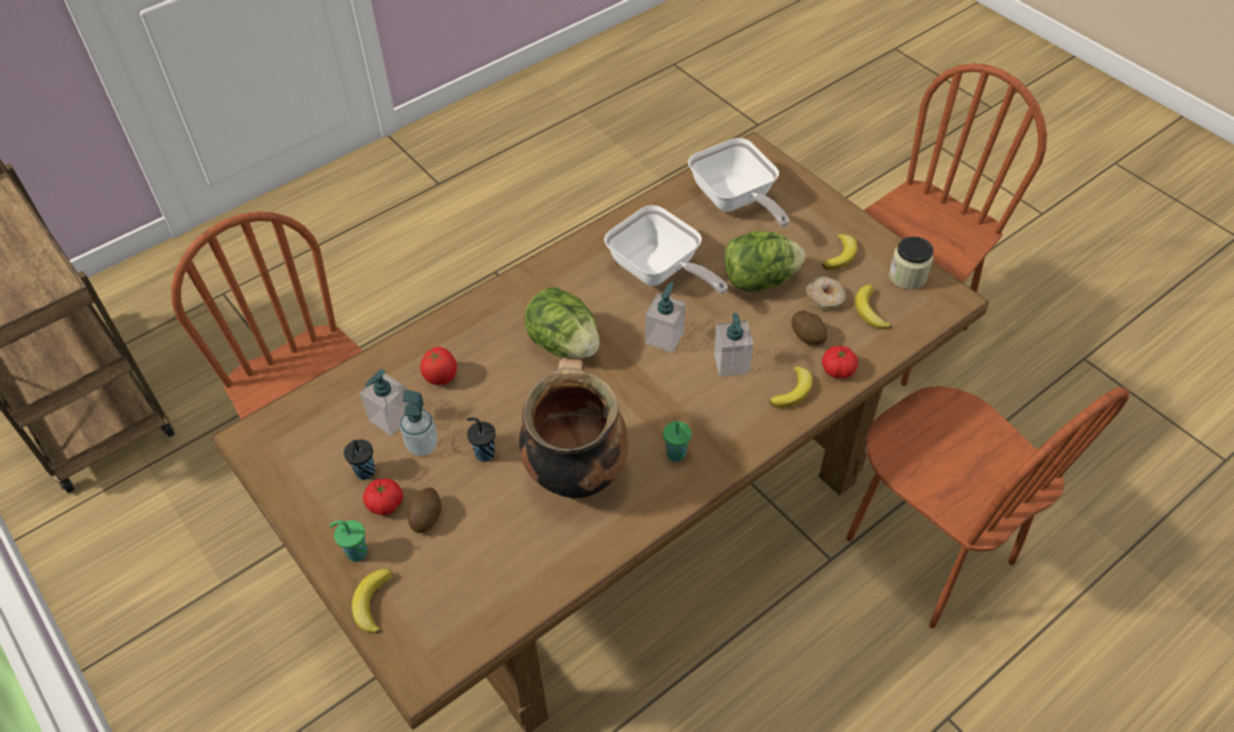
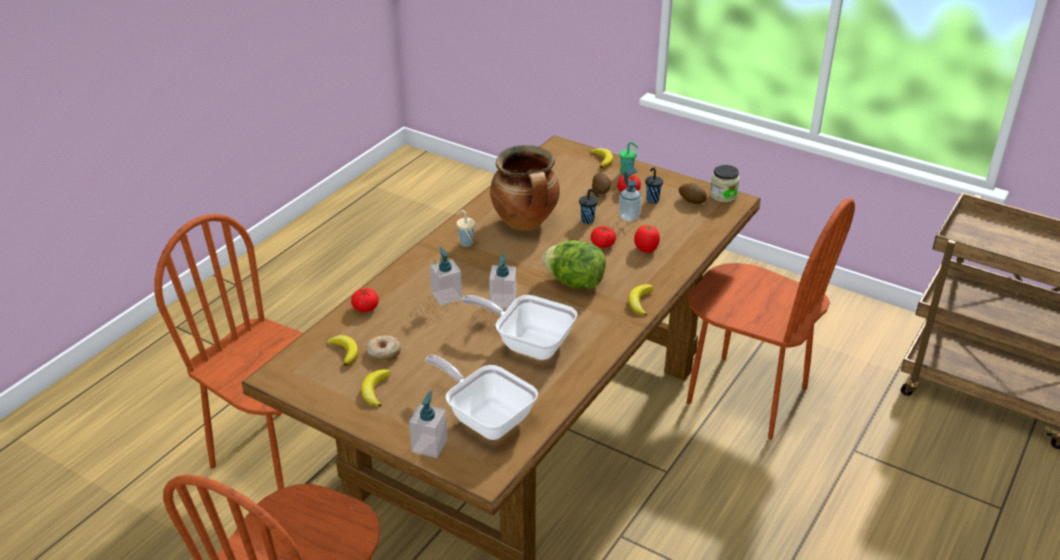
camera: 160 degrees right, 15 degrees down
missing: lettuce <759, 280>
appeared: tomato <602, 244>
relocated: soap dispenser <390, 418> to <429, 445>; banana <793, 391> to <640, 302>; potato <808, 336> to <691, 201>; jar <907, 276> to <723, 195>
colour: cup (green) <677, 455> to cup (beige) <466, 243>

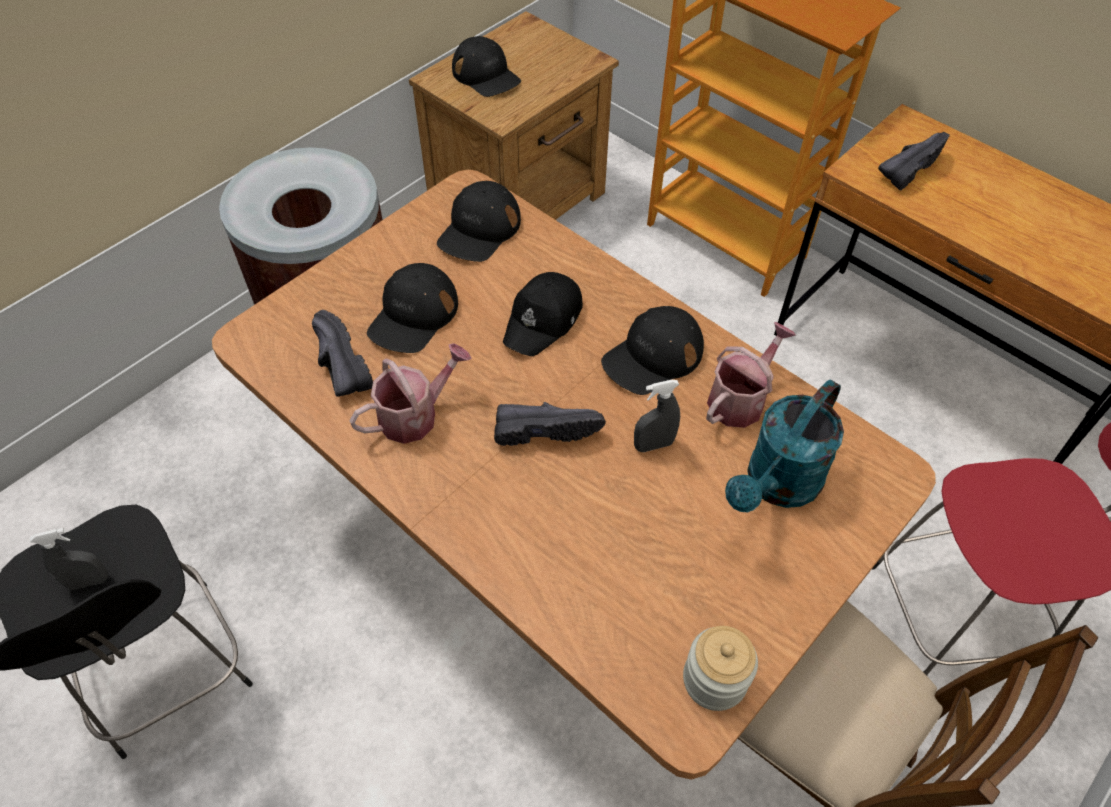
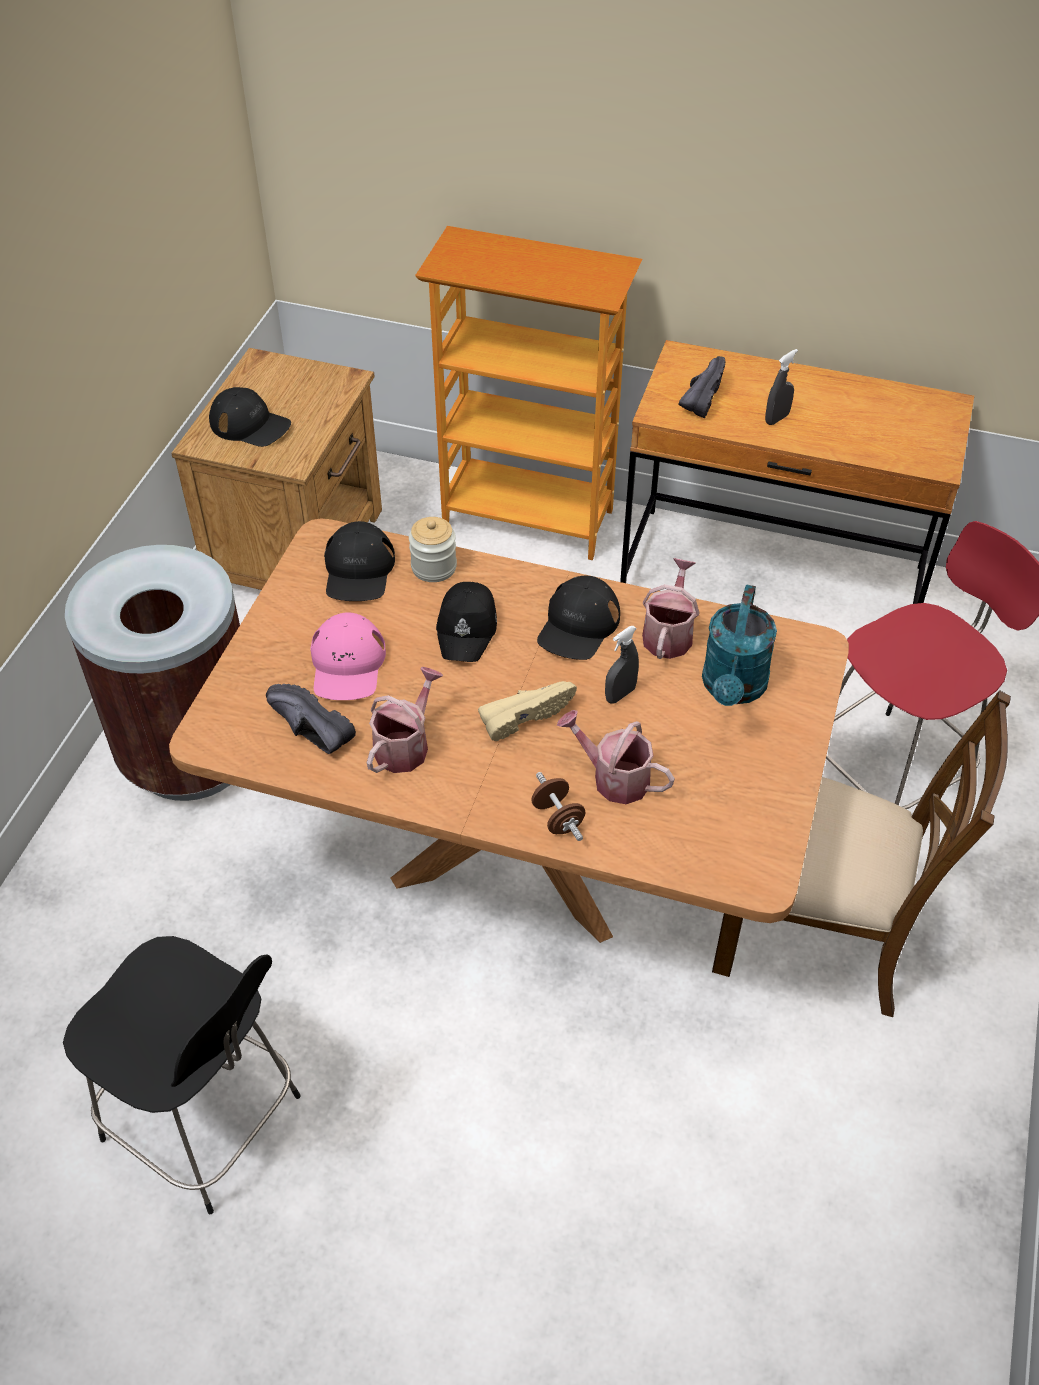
camera: 25 degrees left, 5 degrees down
appeared: dumbbell (brown) <557, 818>; watering can <614, 778>
relocated: jar <714, 680> to <434, 567>; spray bottle (grey) <89, 581> to <776, 419>
colour: cap (black) <413, 315> to cap (pink) <347, 665>; shoe (black) <546, 428> to shoe (beige) <524, 714>

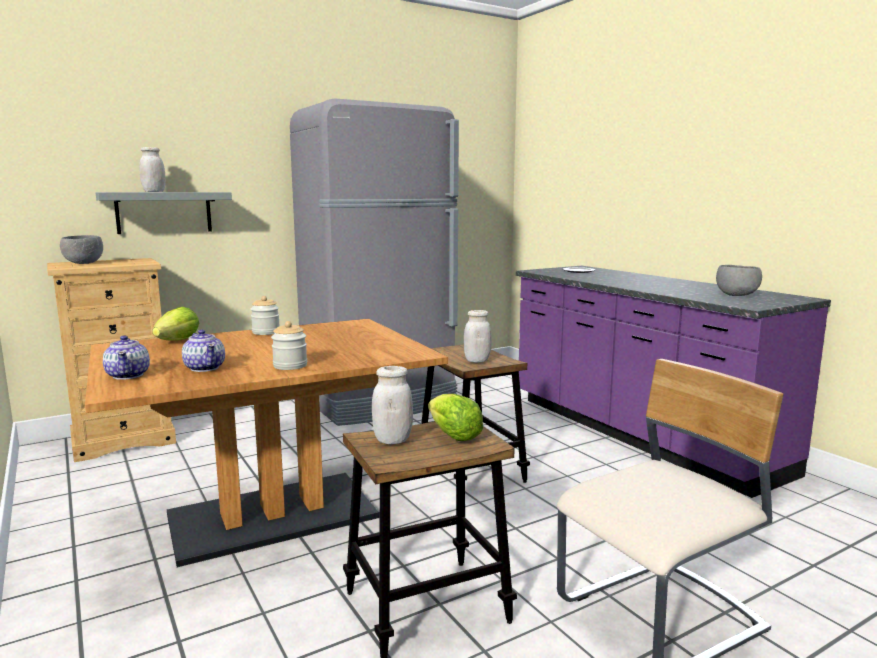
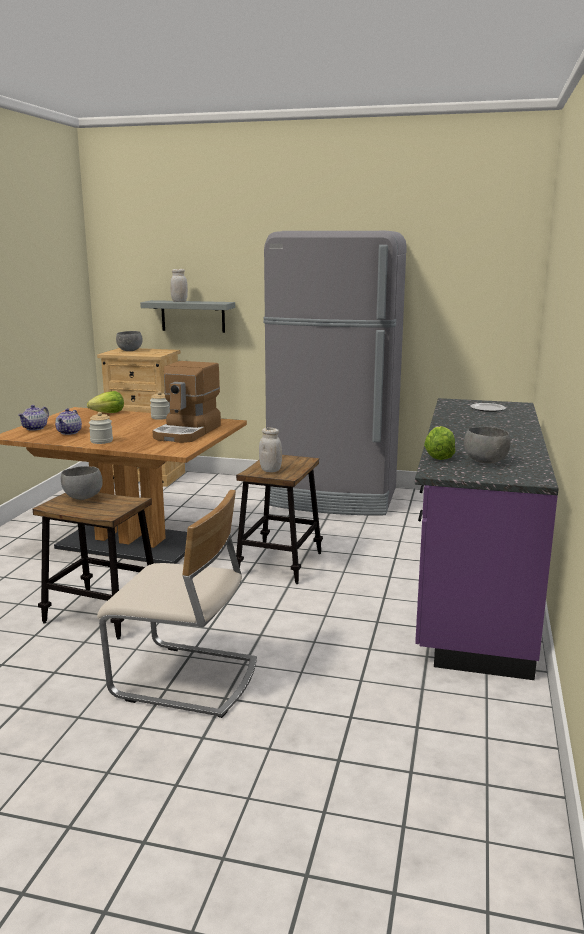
camera: 45 degrees right, 5 degrees up
appeared: coffee machine <188, 432>
relocated: lettuce <453, 436> to <439, 456>
exchanged: jar (white) <392, 440> to bowl (grey) <82, 498>

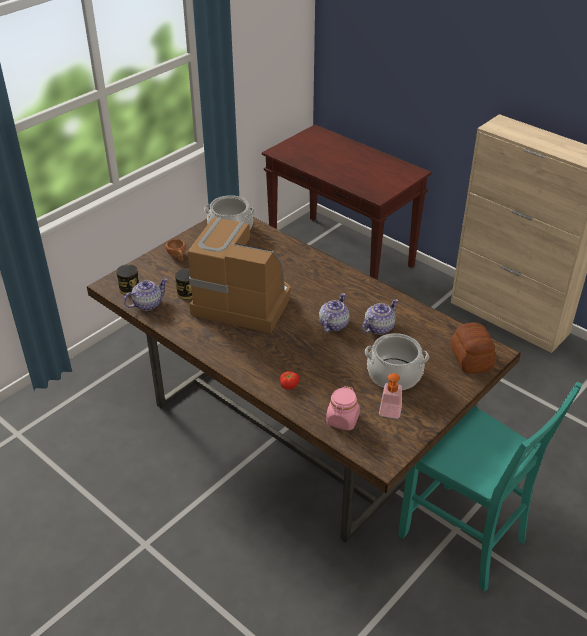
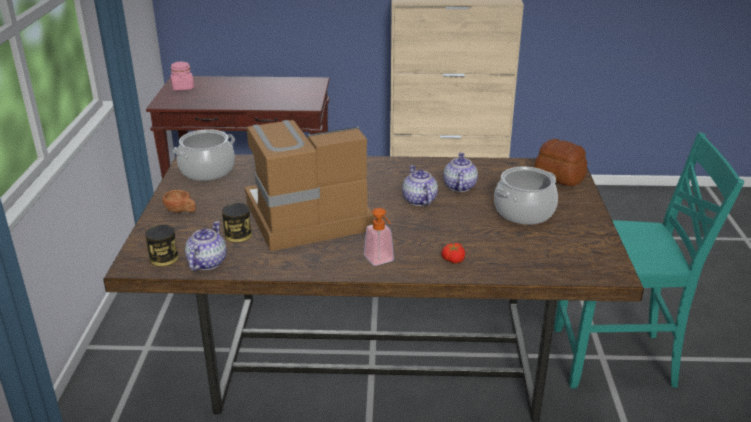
camera: 40 degrees left, 10 degrees down
relocated: jar (pink) <342, 420> to <183, 88>; soap dispenser <389, 414> to <381, 261>

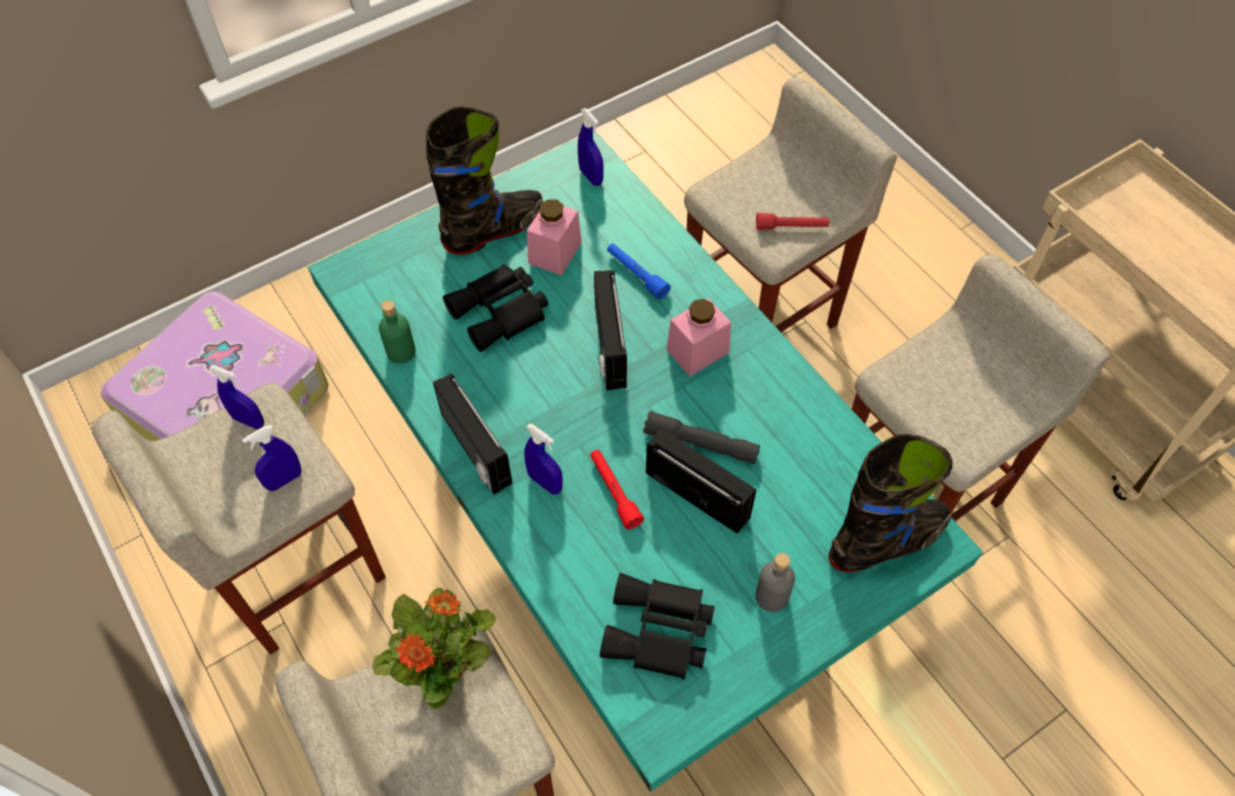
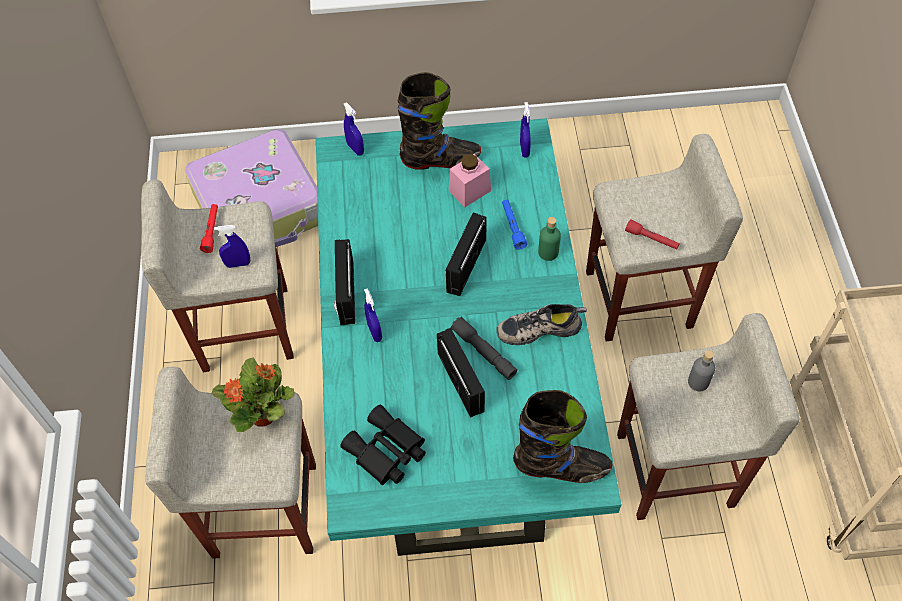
camera: 30 degrees right, 0 degrees up
missing: binoculars (black) <501, 313>; jar (pink) <697, 351>
appeared: shoe <539, 328>
relocated: flashlight (red) <614, 492> to <211, 231>; spray bottle (blue) <249, 421> to <355, 149>; bottle (green) <401, 352> to <548, 252>; bottle (grey) <771, 596> to <698, 382>

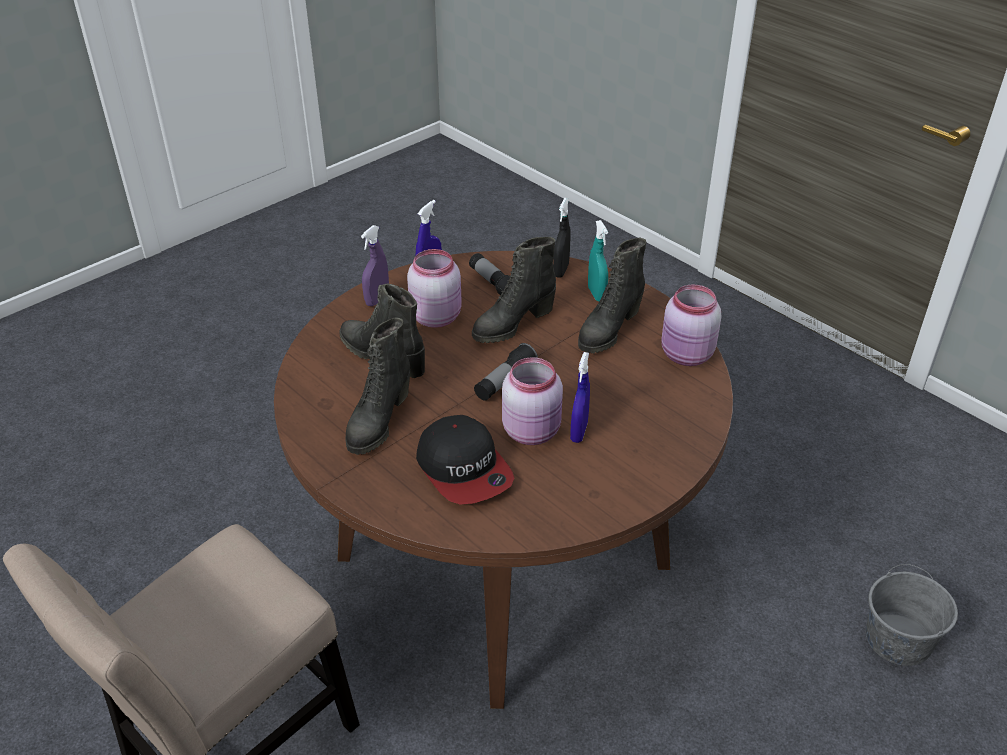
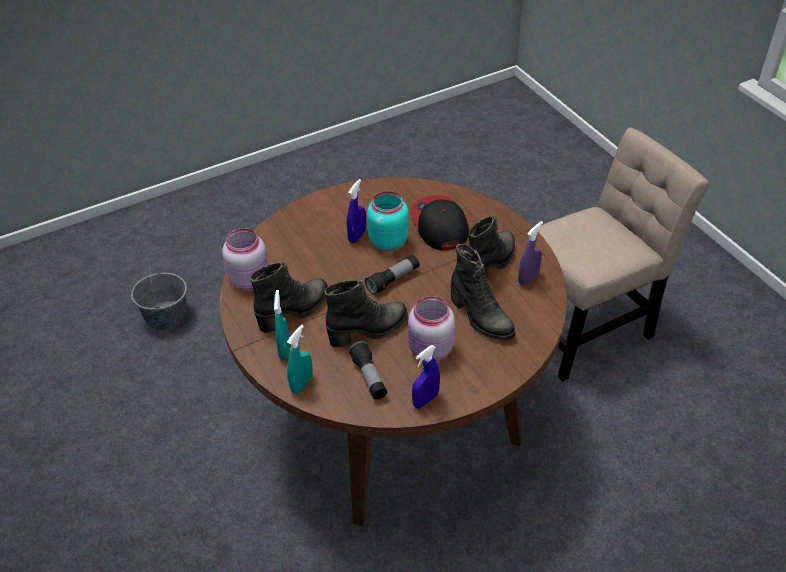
camera: 165 degrees left, 5 degrees up
relocated: spray bottle (purple) <377, 299> to <528, 278>
colour: spray bottle (black) <561, 270> to spray bottle (turquoise) <301, 384>; jar (pink) <533, 431> to jar (turquoise) <387, 241>

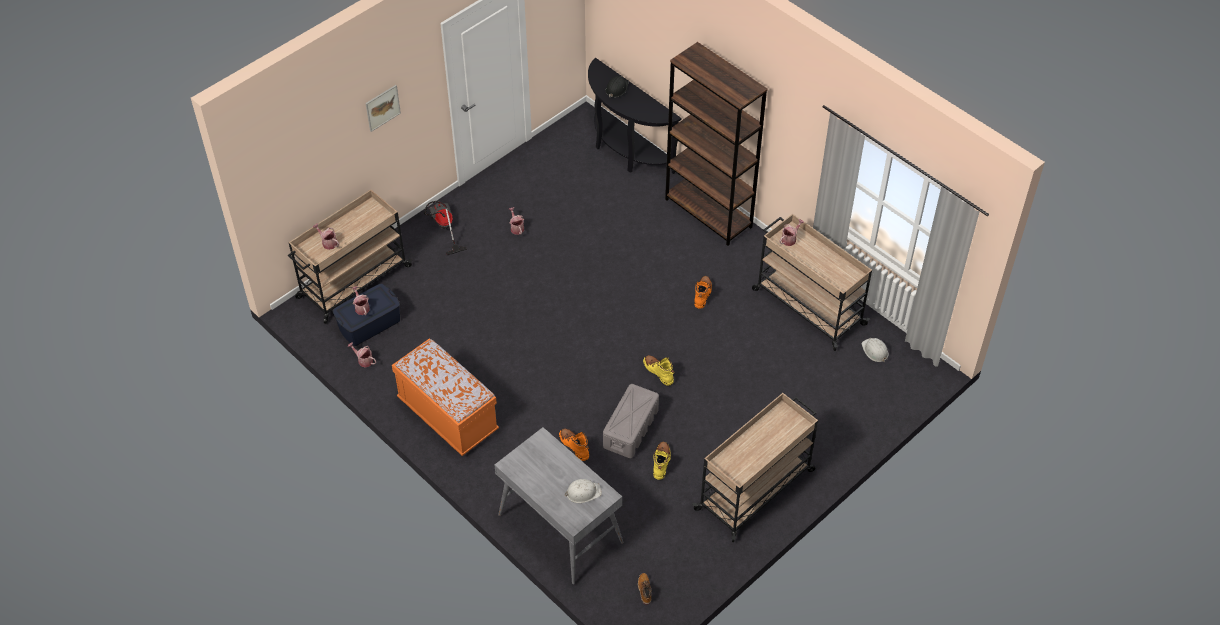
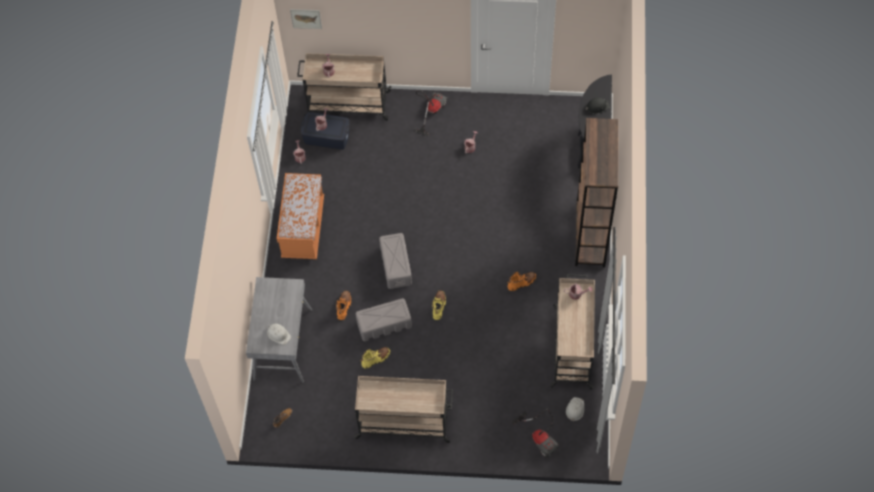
camera: 50 degrees right, 10 degrees up
appeared: storage box (grey) <396, 265>; vacuum cleaner <540, 438>
relocated: picture <382, 107> to <306, 18>

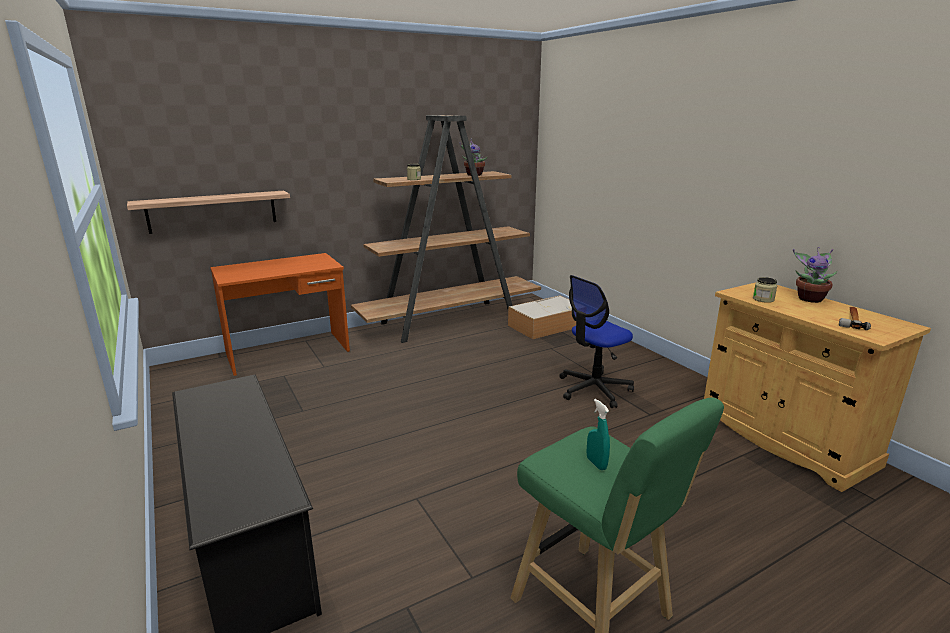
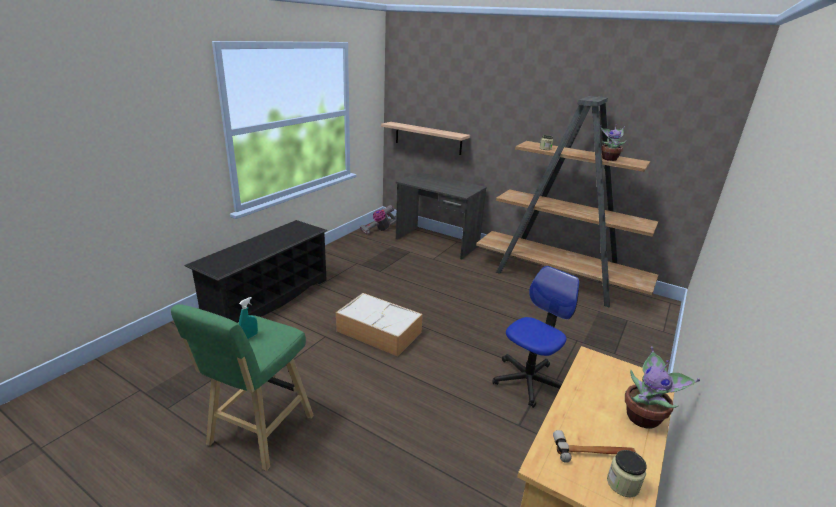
camera: 60 degrees right, 5 degrees up
appeared: vacuum cleaner <379, 230>
relocated: storage box <547, 325> to <380, 332>; jar <763, 299> to <622, 484>
colour: desk (orange) <288, 352> to desk (grey) <437, 242>
spun: office chair <593, 389> = <528, 381> 105 degrees clockwise

